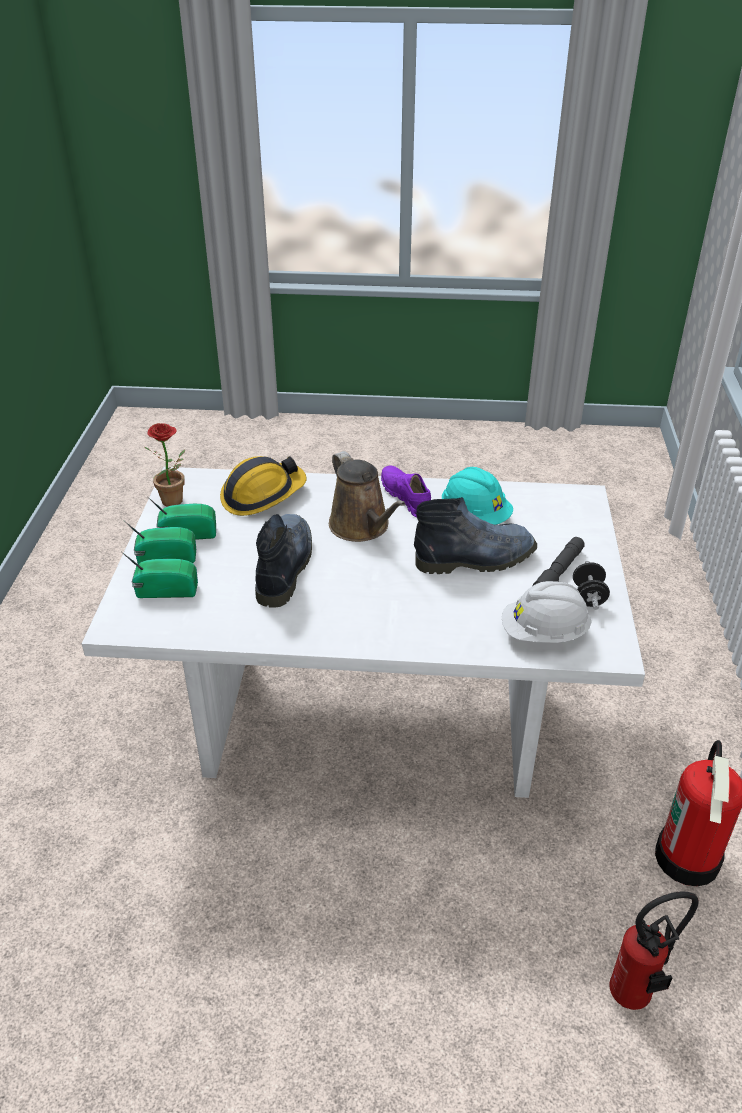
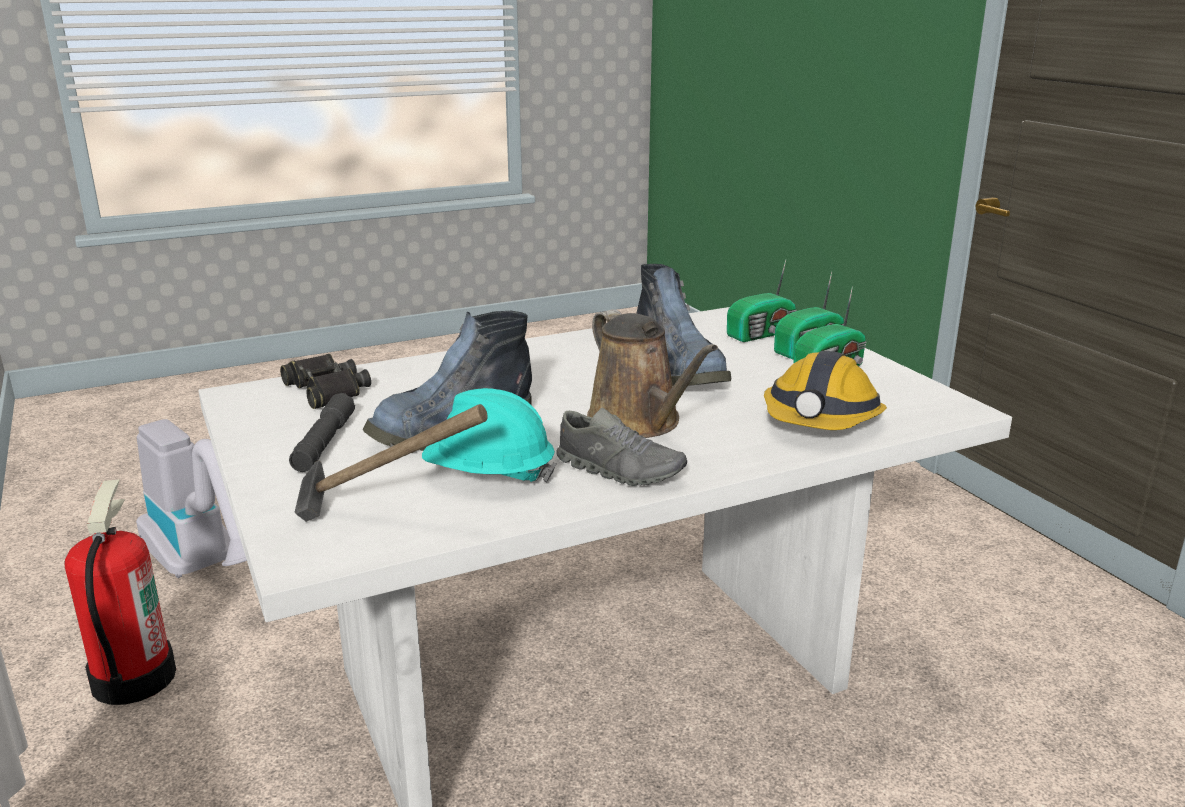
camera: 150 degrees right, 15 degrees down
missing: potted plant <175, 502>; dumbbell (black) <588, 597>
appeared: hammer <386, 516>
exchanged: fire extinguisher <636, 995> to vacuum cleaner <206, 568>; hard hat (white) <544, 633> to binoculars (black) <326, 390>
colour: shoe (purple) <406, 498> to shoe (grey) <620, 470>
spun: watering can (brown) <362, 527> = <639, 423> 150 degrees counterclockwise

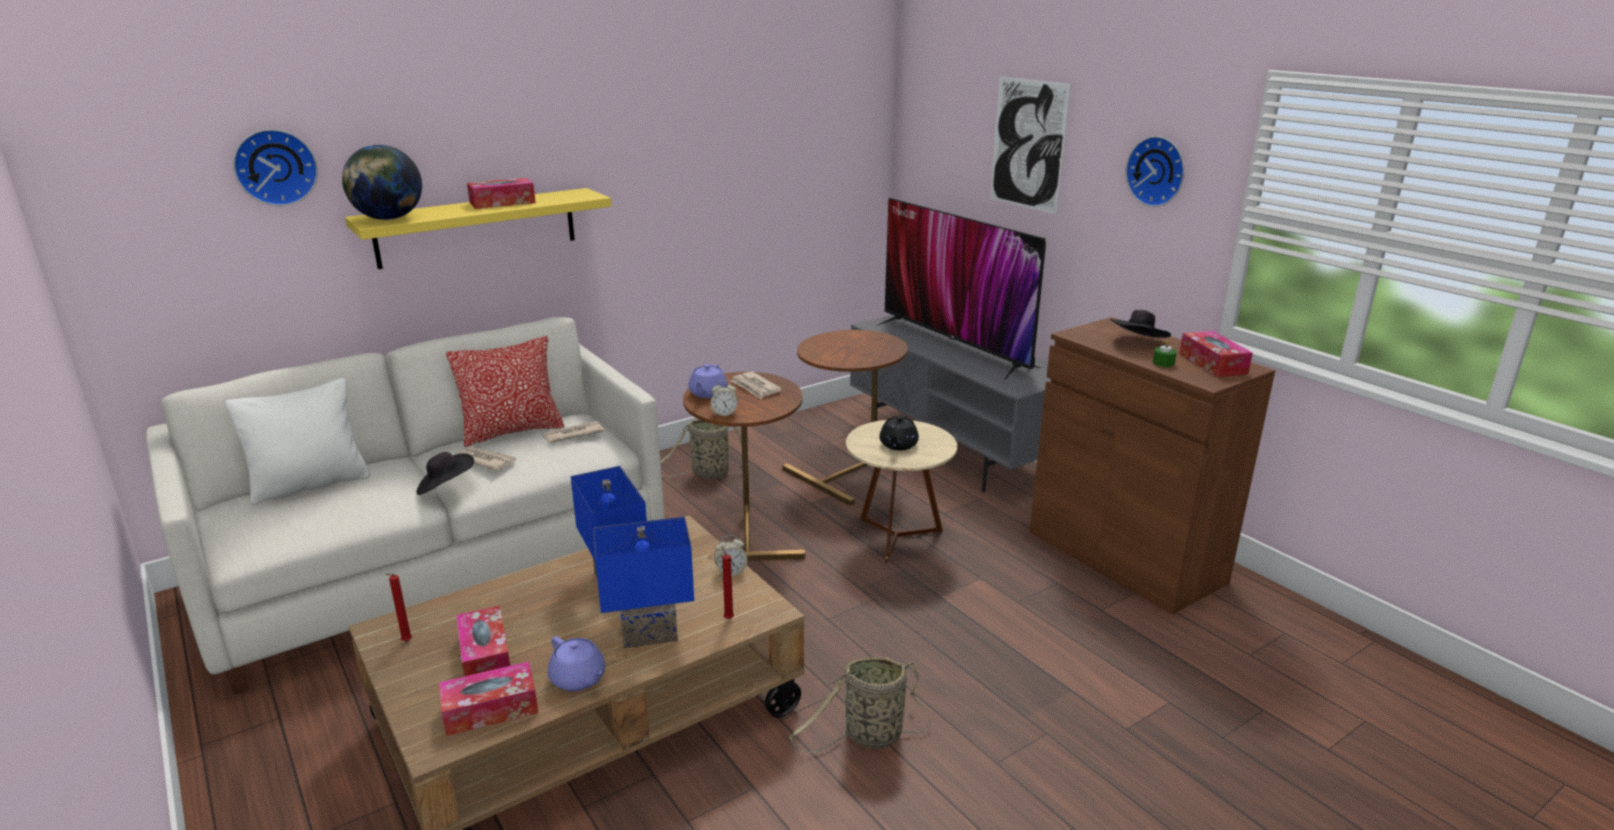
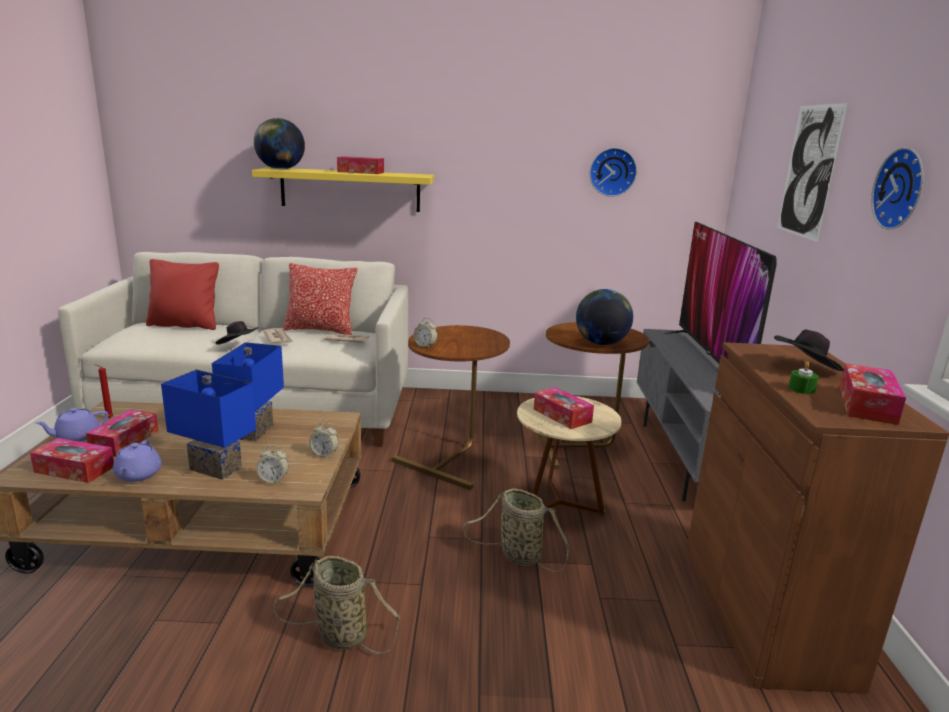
camera: 35 degrees right, 5 degrees down
missing: newspaper <755, 387>
appeared: globe <601, 343>
relocated: teapot (purple) <707, 393> to <76, 437>; basket <707, 474> to <517, 555>; wall clock <275, 167> to <612, 172>
exchanged: candle (red) <728, 618> to alarm clock <273, 480>; teapot (black) <898, 445> to tissue box <562, 415>
colour: pillow (white) <310, 485> to pillow (red) <185, 325>

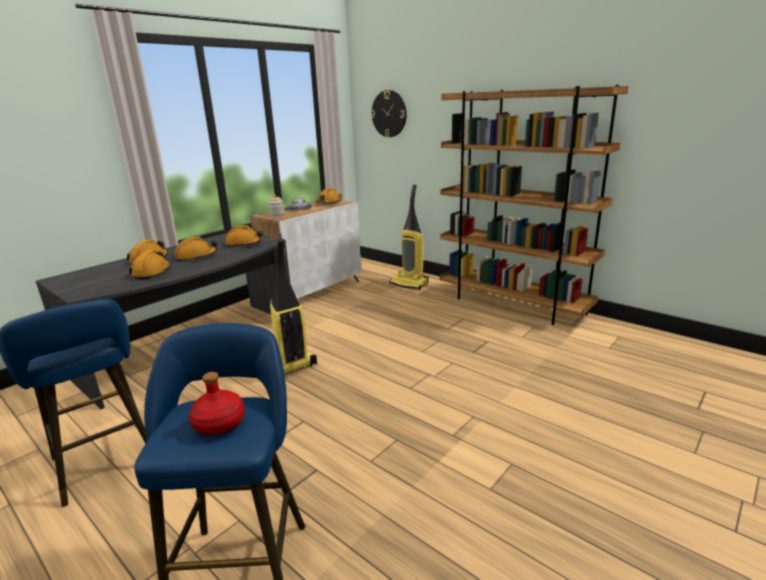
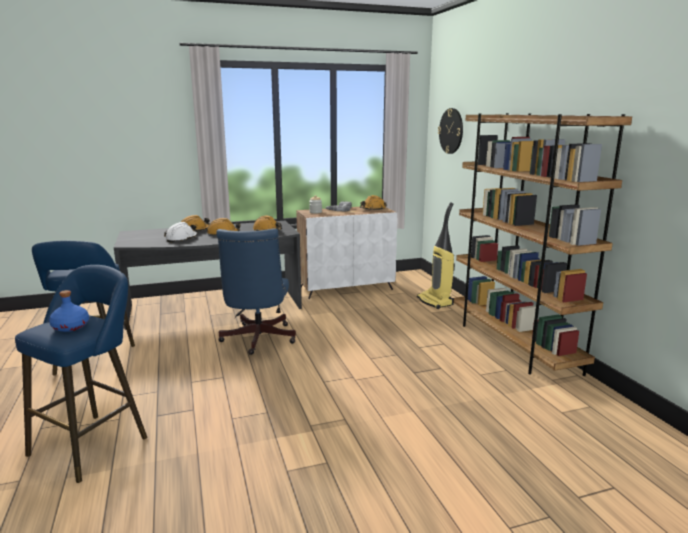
camera: 30 degrees right, 5 degrees down
exchanged: vacuum cleaner <289, 369> to office chair (blue) <257, 340>
colour: bottle (red) <220, 423> to bottle (blue) <71, 327>; hard hat (orange) <152, 272> to hard hat (white) <182, 239>

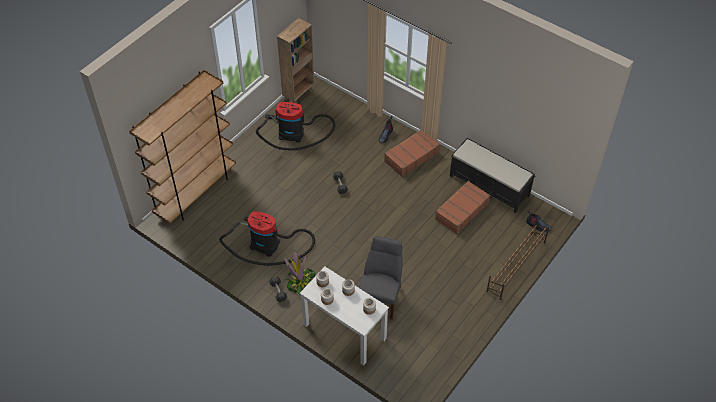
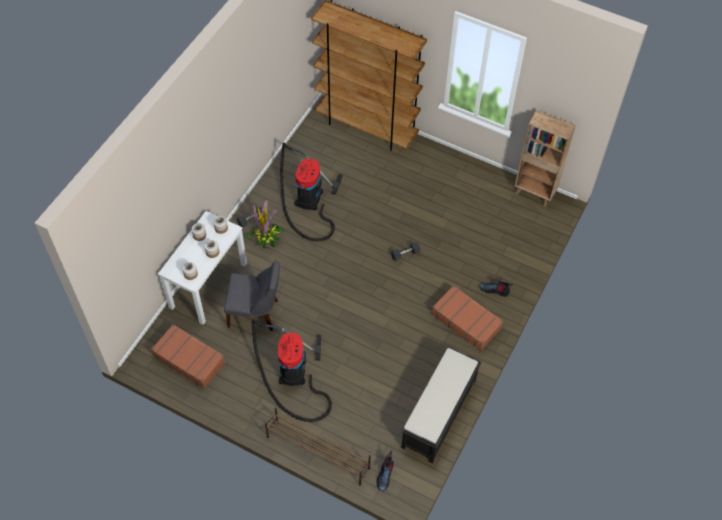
camera: 80 degrees right, 5 degrees up
relocated: suitcase (brown) <461, 211> to <189, 359>; vacuum cleaner <294, 134> to <293, 375>

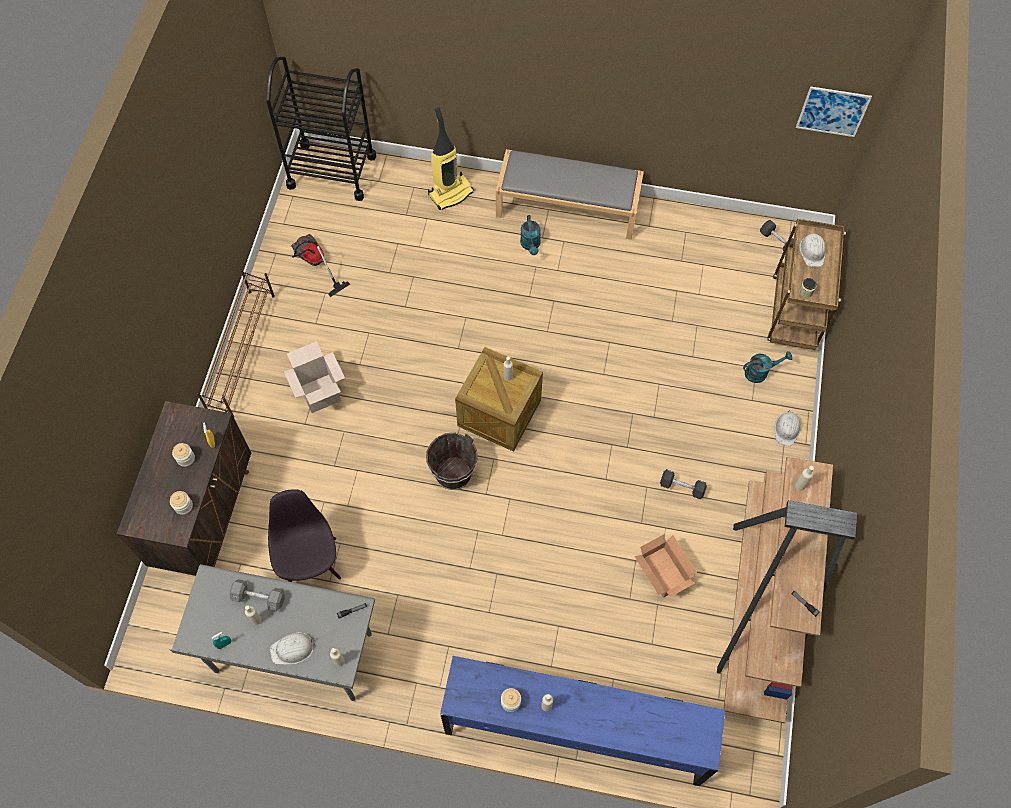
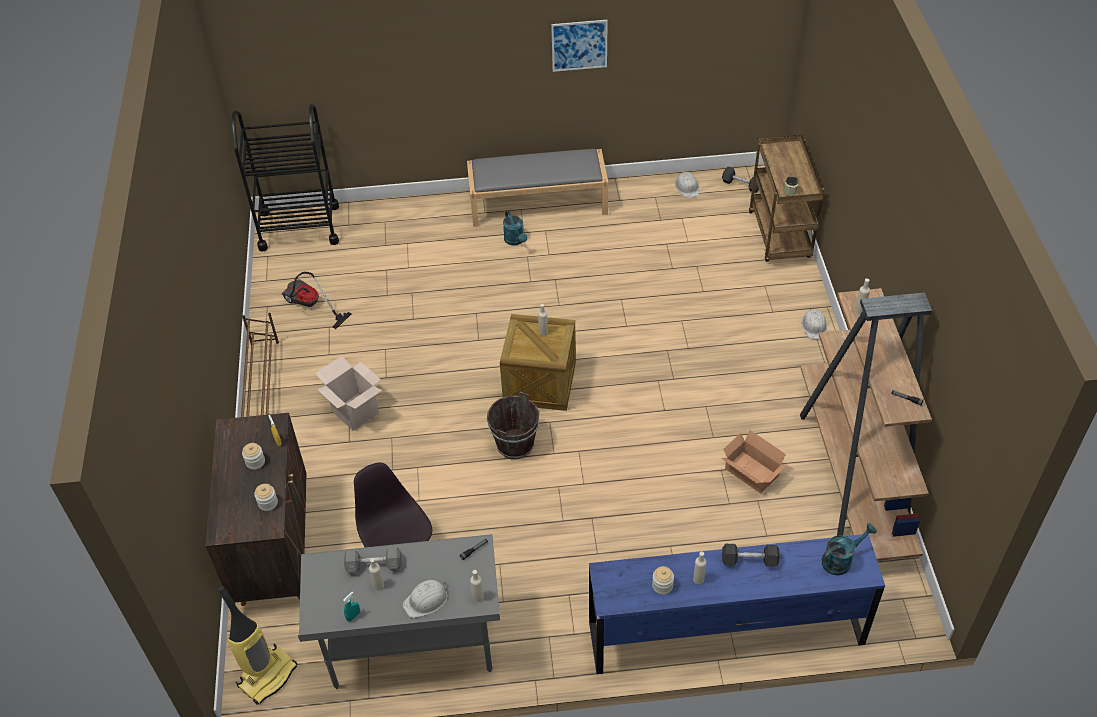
camera: 15 degrees left, 15 degrees down
relocated: vacuum cleaner <450, 193> to <267, 675>; picture <832, 111> to <579, 45>; hard hat (white) <812, 251> to <687, 187>; dumbbell (black) <682, 487> to <749, 560>; watering can (turquoise) <760, 372> to <841, 560>

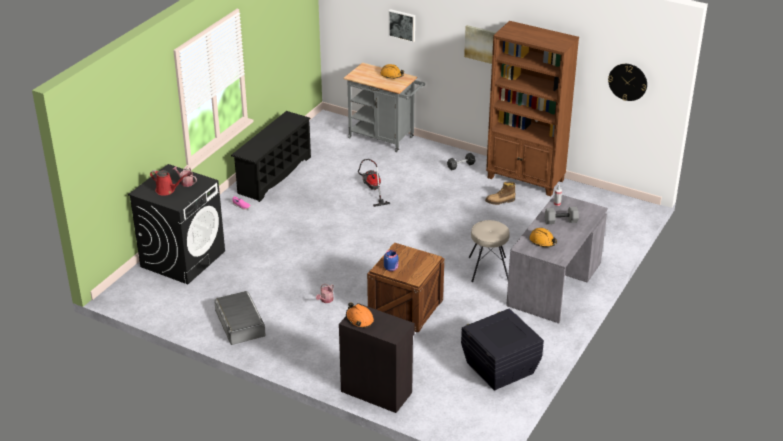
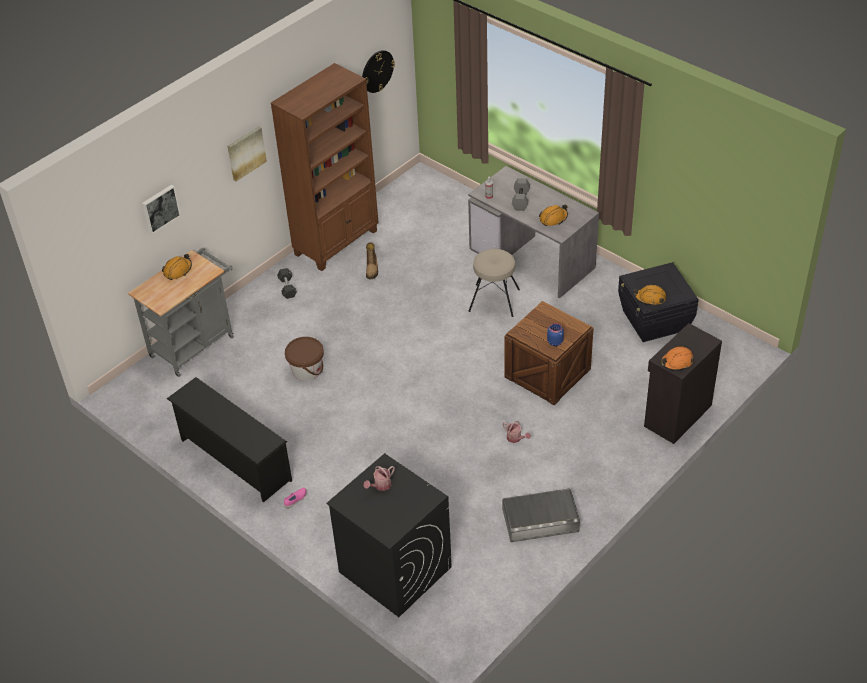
camera: 75 degrees left, 10 degrees up
missing: watering can (red) <167, 190>
appeared: hard hat (orange) <650, 298>
exchanged: vacuum cleaner <372, 189> to bucket (brown) <307, 370>

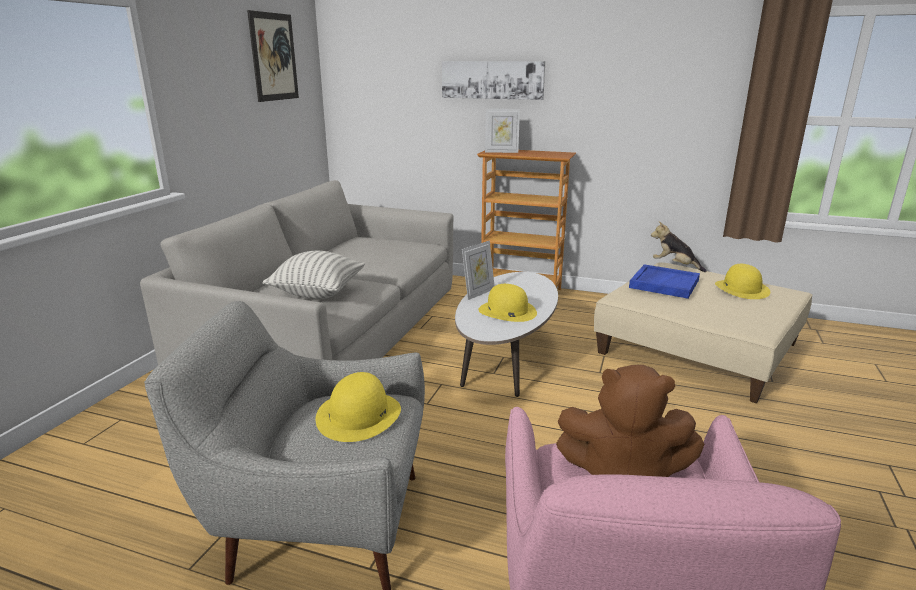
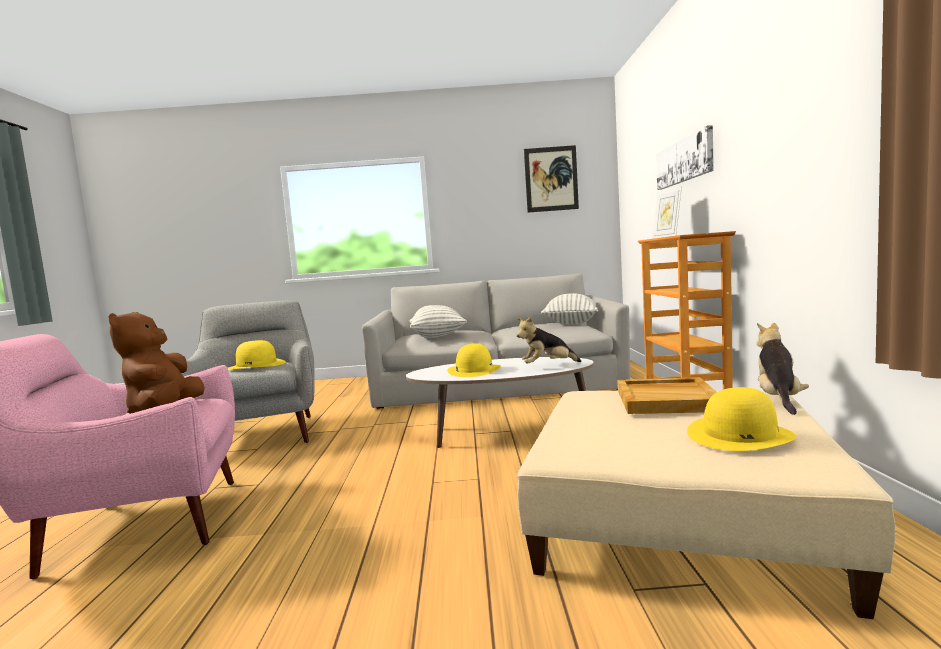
camera: 70 degrees right, 15 degrees down
missing: picture frame <478, 293>
appeared: plush toy <547, 366>; pillow <571, 323>
colour: tray (blue) <663, 283> to tray (beige) <667, 400>

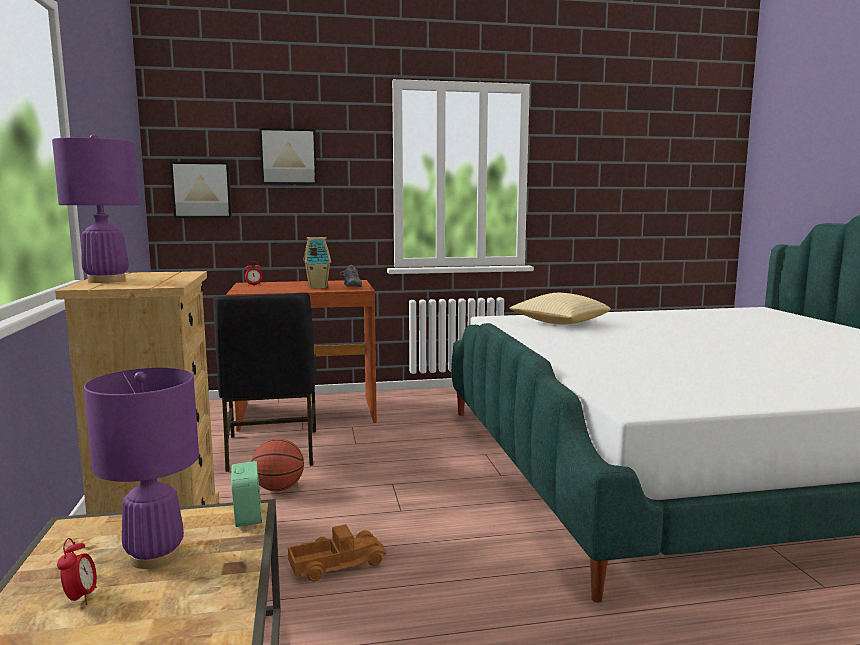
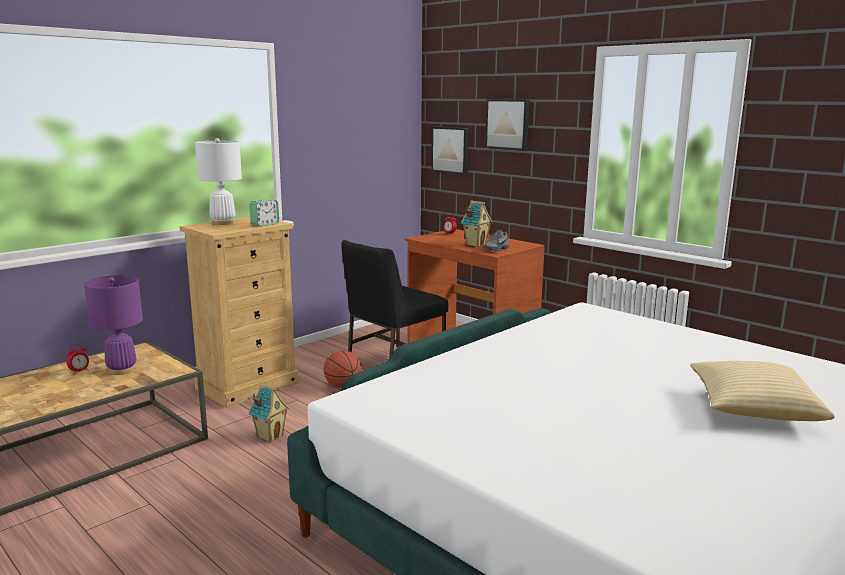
camera: 55 degrees right, 5 degrees up
relocated: alarm clock <247, 516> to <265, 224>; pillow <559, 323> to <752, 409>
exchanged: toy truck <336, 564> to toy house <270, 436>
colour: table lamp (purple) <107, 280> to table lamp (white) <223, 223>

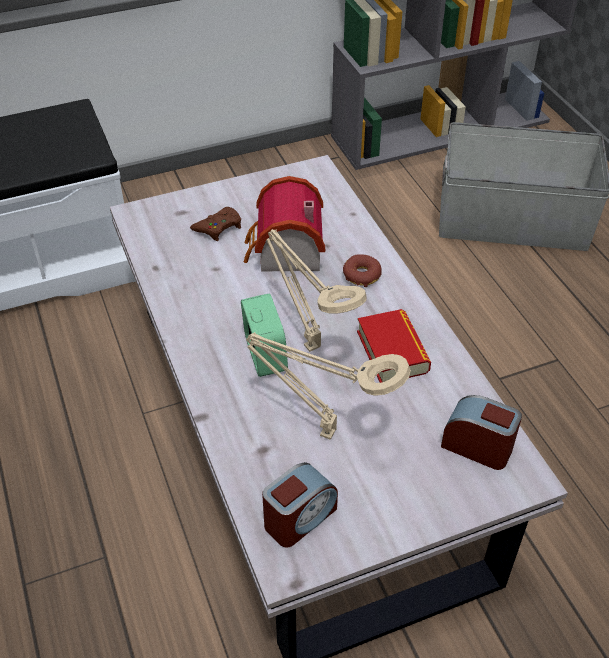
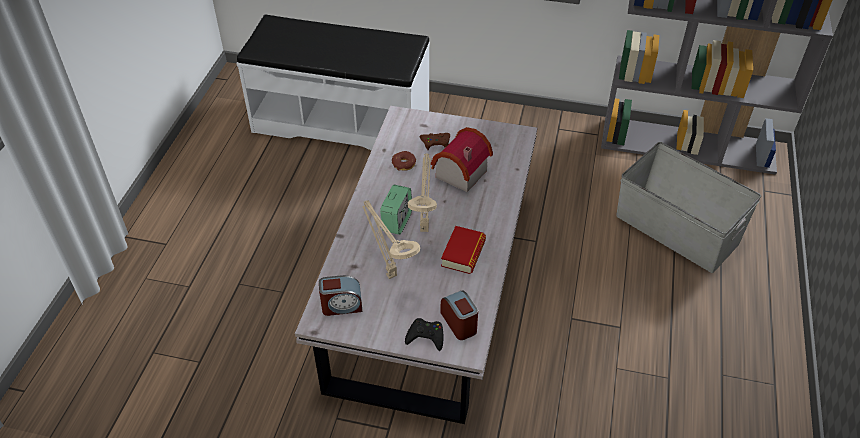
camera: 35 degrees right, 0 degrees up
appeared: game controller (black) <426, 337>
relocated: donut <361, 275> to <404, 164>

